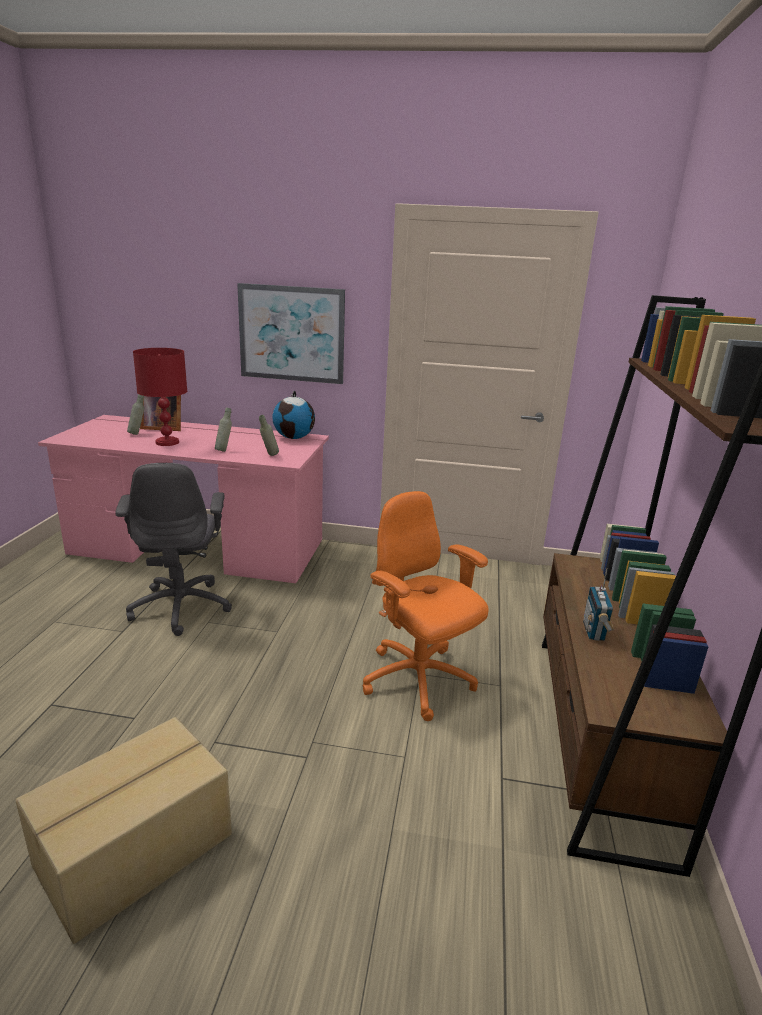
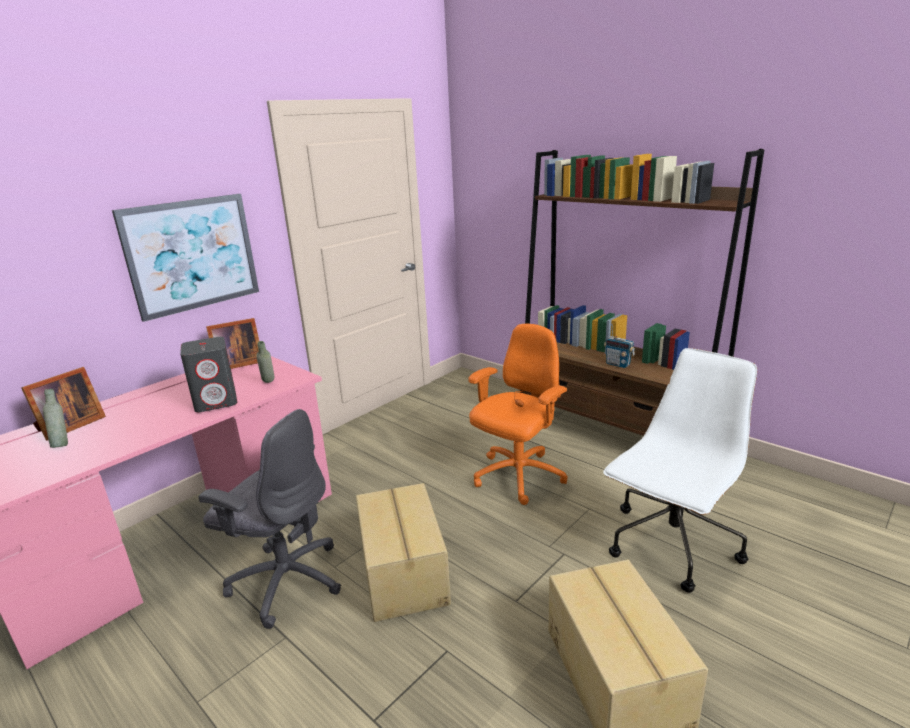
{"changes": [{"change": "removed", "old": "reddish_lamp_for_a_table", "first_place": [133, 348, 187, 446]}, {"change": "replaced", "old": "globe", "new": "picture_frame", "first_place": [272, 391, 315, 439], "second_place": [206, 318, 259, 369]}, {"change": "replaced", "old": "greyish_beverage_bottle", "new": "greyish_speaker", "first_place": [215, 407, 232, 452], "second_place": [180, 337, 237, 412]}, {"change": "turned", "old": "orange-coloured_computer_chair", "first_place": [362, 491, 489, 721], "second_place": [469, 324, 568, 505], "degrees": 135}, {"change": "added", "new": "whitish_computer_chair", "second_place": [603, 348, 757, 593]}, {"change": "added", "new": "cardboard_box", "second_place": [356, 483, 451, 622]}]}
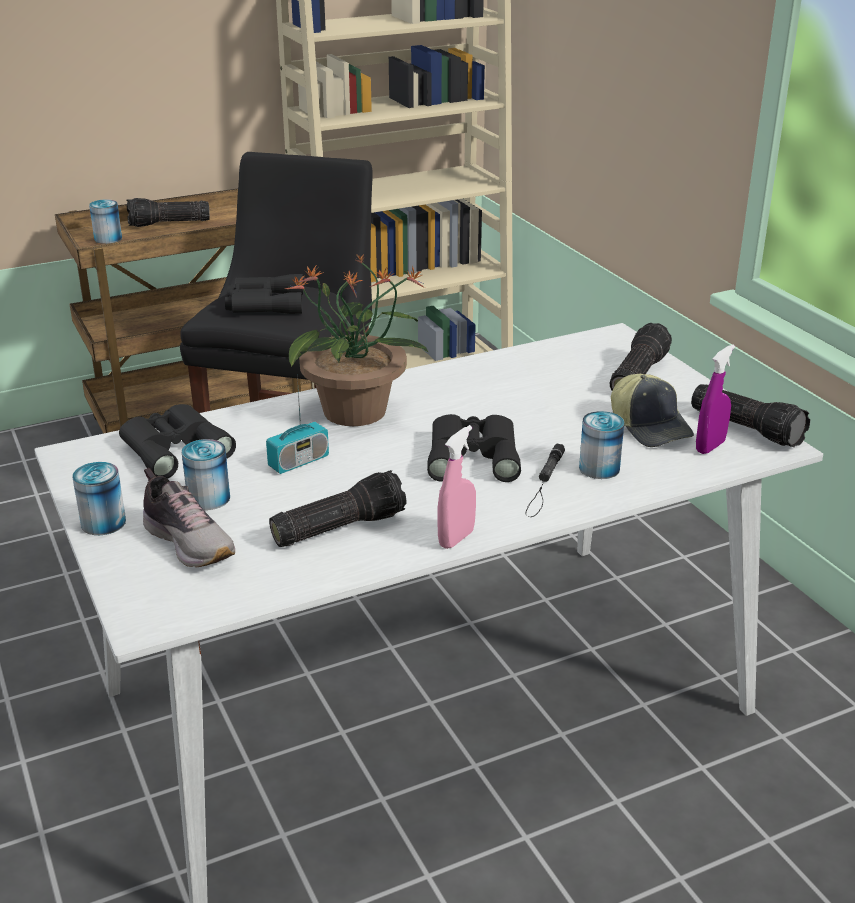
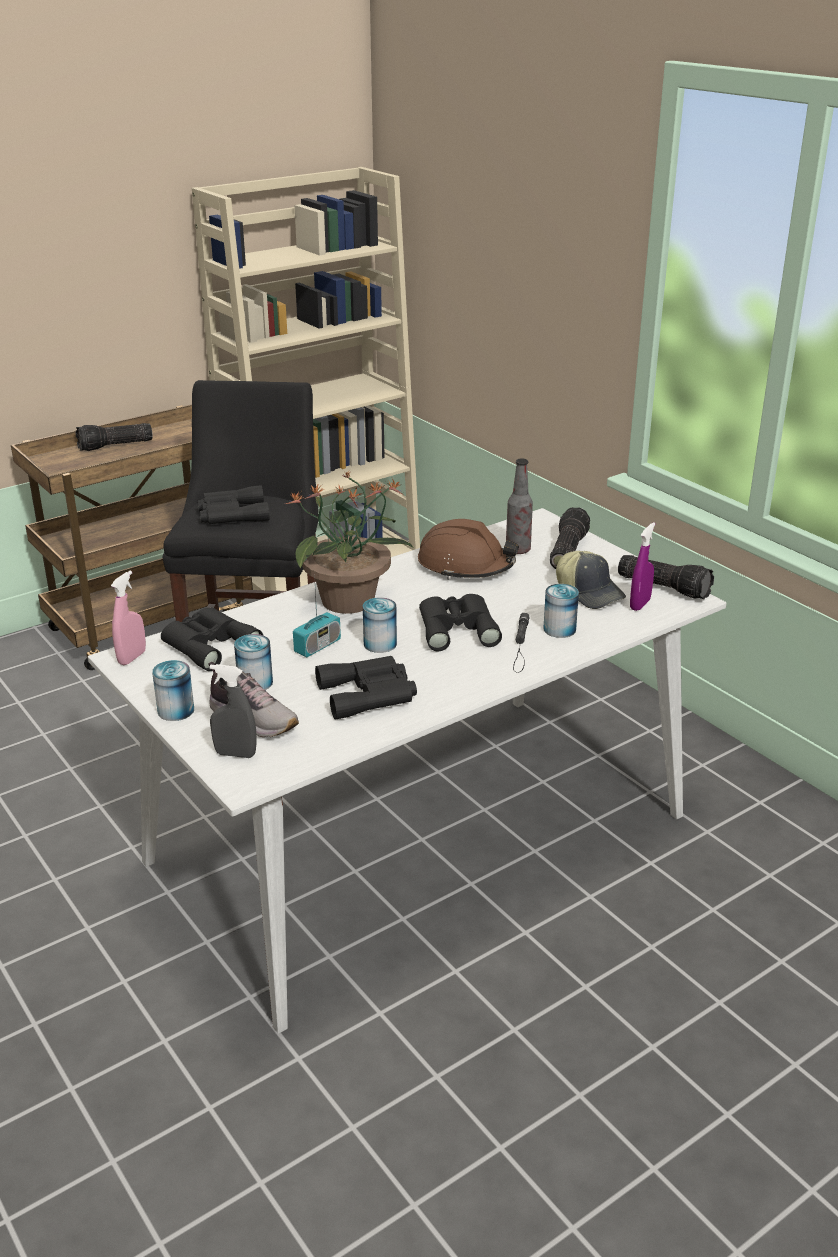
{"changes": [{"change": "moved", "old": "can", "first_place": [89, 199, 122, 244], "second_place": [363, 597, 397, 653]}, {"change": "moved", "old": "pink-coloured_spray_bottle", "first_place": [437, 425, 476, 549], "second_place": [111, 571, 146, 665]}, {"change": "replaced", "old": "hand_torch", "new": "black-coloured_field_glasses", "first_place": [269, 470, 407, 547], "second_place": [315, 656, 417, 720]}, {"change": "added", "new": "beverage_bottle", "second_place": [506, 459, 533, 554]}, {"change": "added", "new": "brown_hard_hat", "second_place": [418, 519, 519, 579]}, {"change": "added", "new": "greyish_spray_bottle", "second_place": [210, 664, 257, 758]}]}
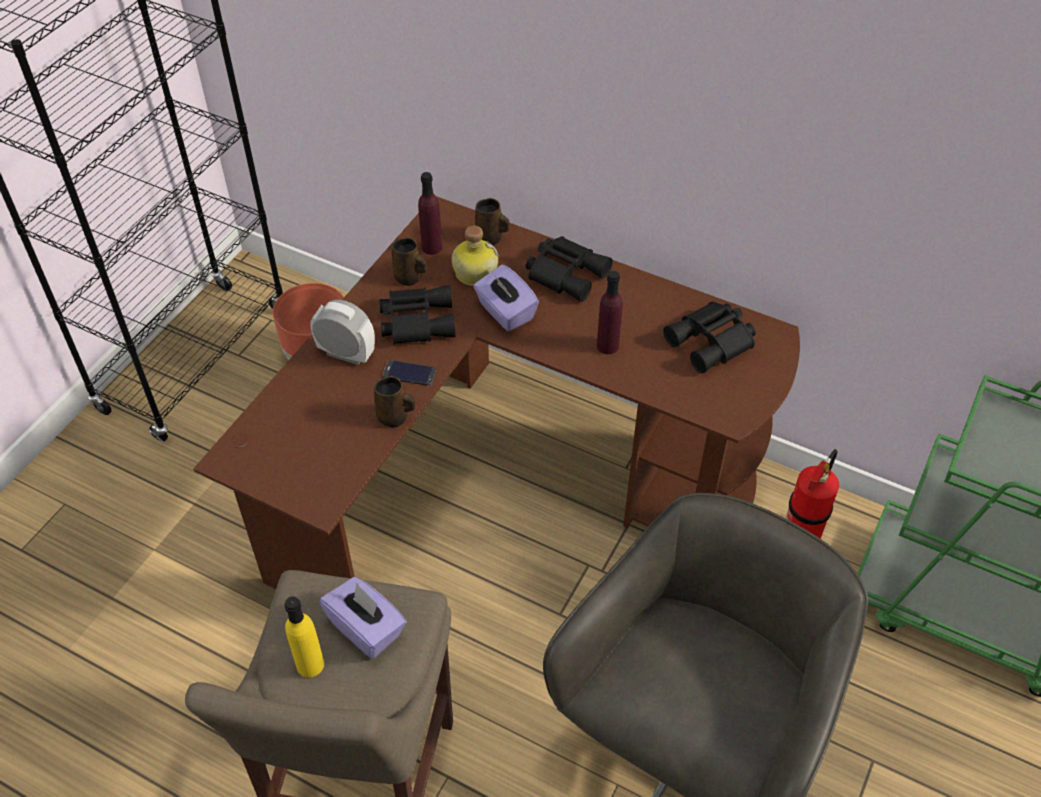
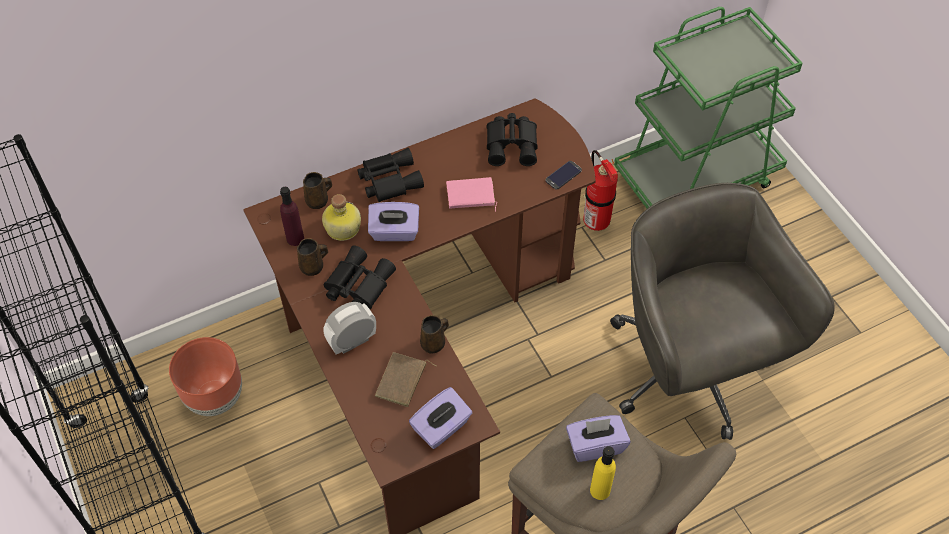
{"changes": [{"change": "replaced", "old": "purple_beverage_bottle", "new": "pink-coloured_volume", "first_place": [597, 271, 623, 354], "second_place": [446, 177, 497, 211]}, {"change": "moved", "old": "handset", "first_place": [383, 360, 436, 386], "second_place": [545, 161, 582, 190]}, {"change": "added", "new": "brown_volume", "second_place": [375, 352, 436, 407]}, {"change": "added", "new": "purple_tissue_box", "second_place": [409, 387, 472, 449]}]}
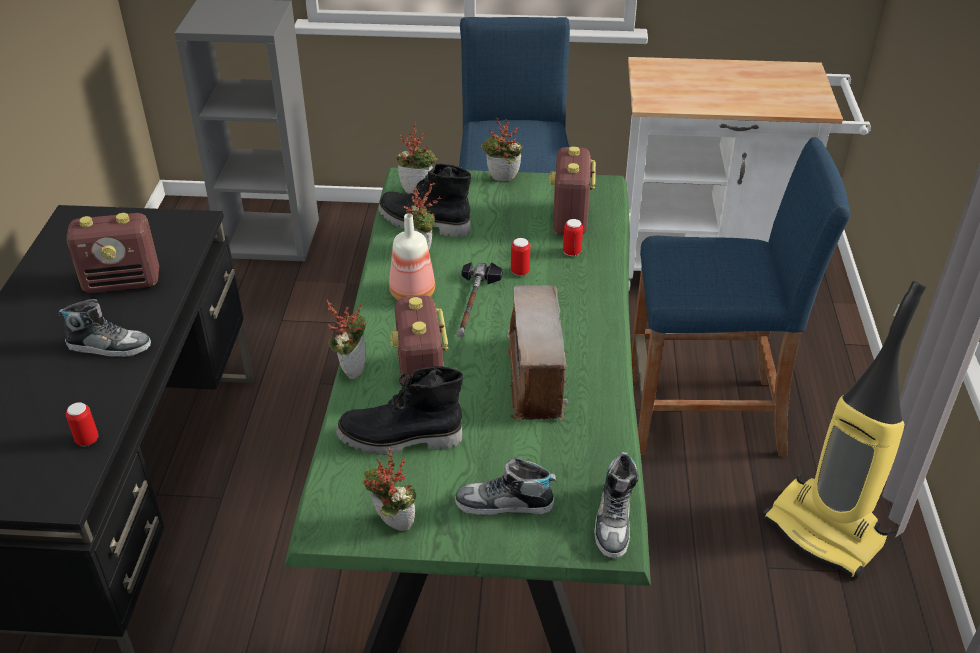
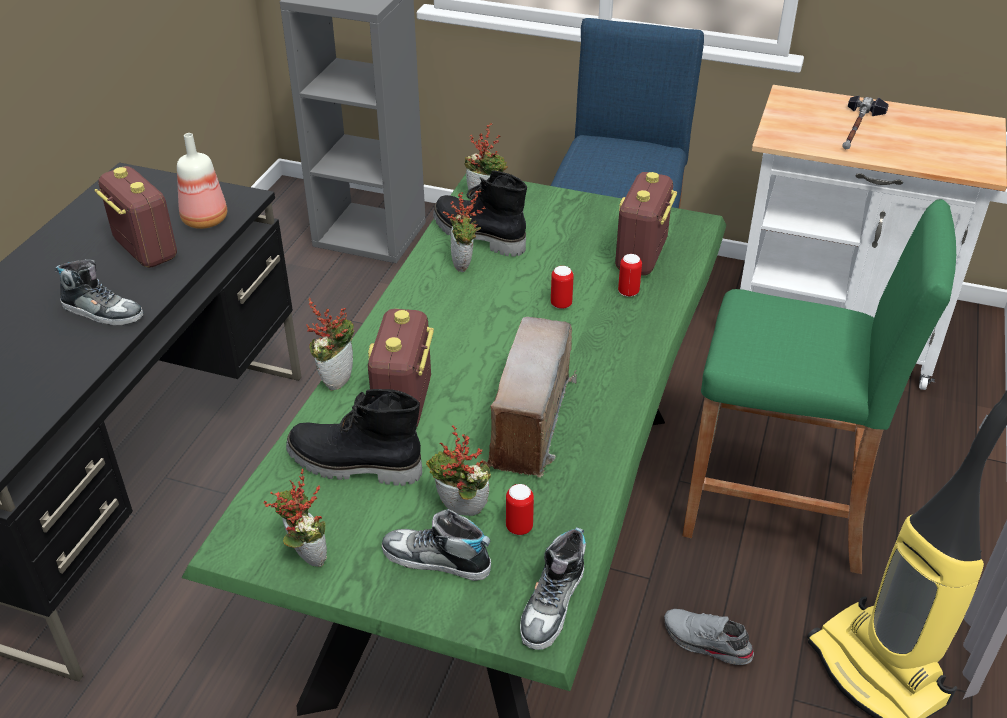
{"changes": [{"change": "moved", "old": "potted_plant", "first_place": [481, 117, 523, 181], "second_place": [426, 425, 491, 516]}, {"change": "recoloured", "old": "bluish_sitting_stool", "new": "greenish_sitting_stool", "first_place": [631, 137, 850, 456], "second_place": [682, 199, 956, 574]}, {"change": "turned", "old": "radio_set", "first_place": [66, 213, 159, 293], "second_place": [94, 166, 177, 268], "degrees": -135}, {"change": "moved", "old": "beverage_bottle", "first_place": [389, 214, 435, 300], "second_place": [177, 133, 227, 229]}, {"change": "moved", "old": "tool_hammer", "first_place": [456, 262, 503, 338], "second_place": [842, 95, 889, 149]}, {"change": "moved", "old": "can", "first_place": [66, 402, 98, 446], "second_place": [506, 484, 534, 535]}, {"change": "added", "new": "greyish_low_shoe", "second_place": [664, 609, 754, 665]}]}
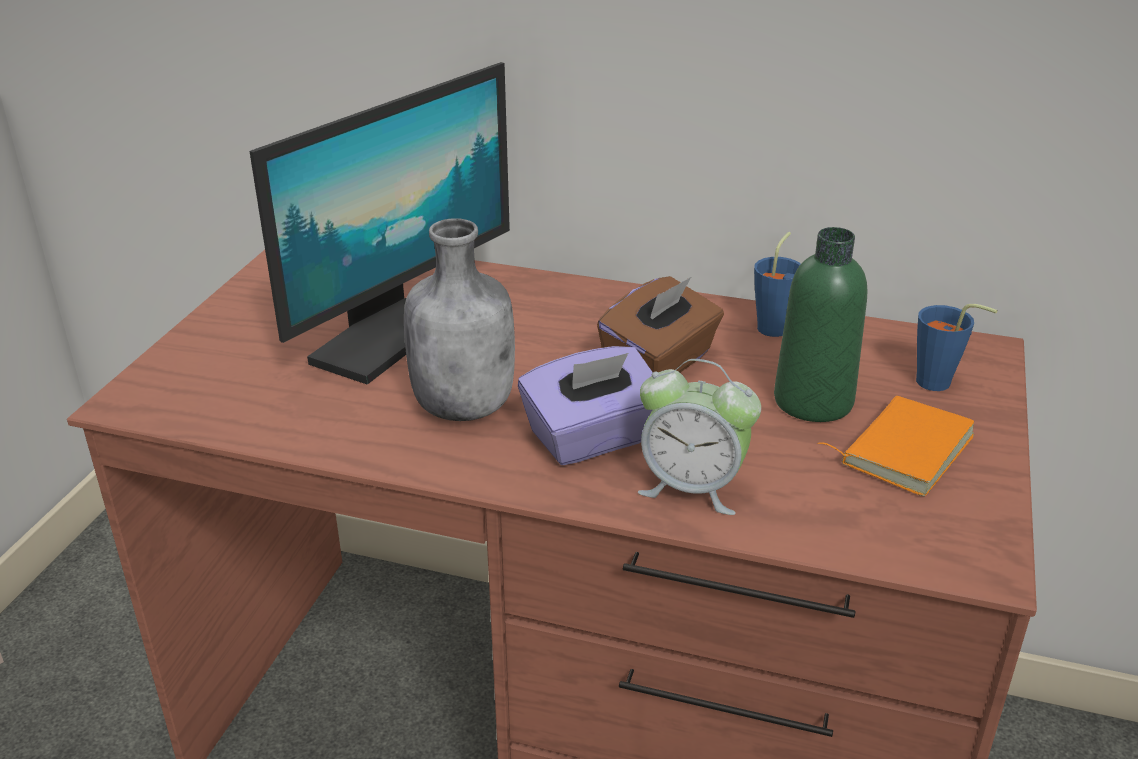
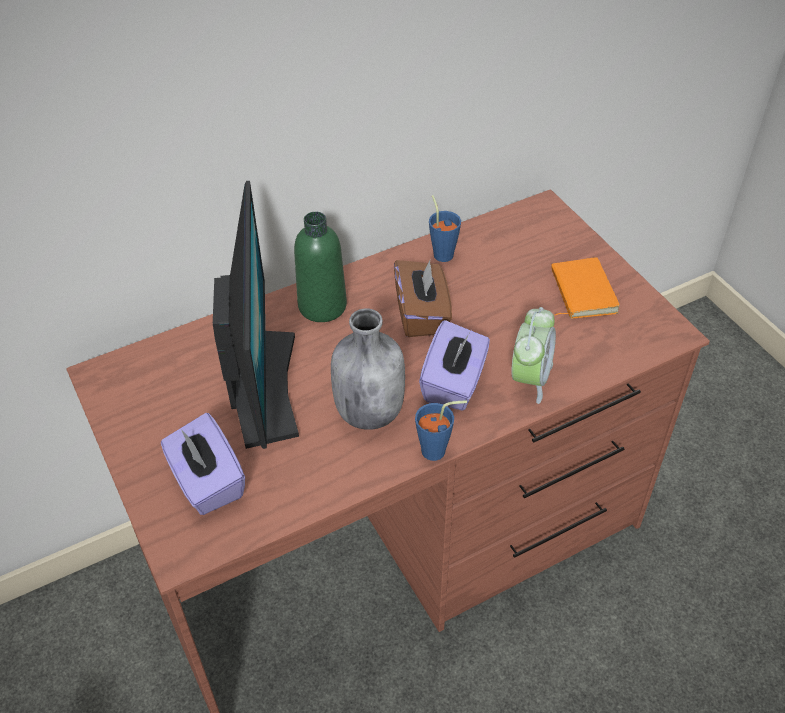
{"changes": [{"change": "moved", "old": "greenish_beverage_bottle", "first_place": [774, 227, 867, 422], "second_place": [294, 211, 347, 322]}, {"change": "moved", "old": "bluish_cup", "first_place": [916, 304, 998, 391], "second_place": [415, 400, 467, 461]}, {"change": "turned", "old": "table_clock", "first_place": [638, 359, 761, 515], "second_place": [512, 307, 556, 404], "degrees": -45}, {"change": "added", "new": "purple_tissue_box", "second_place": [161, 413, 245, 515]}]}
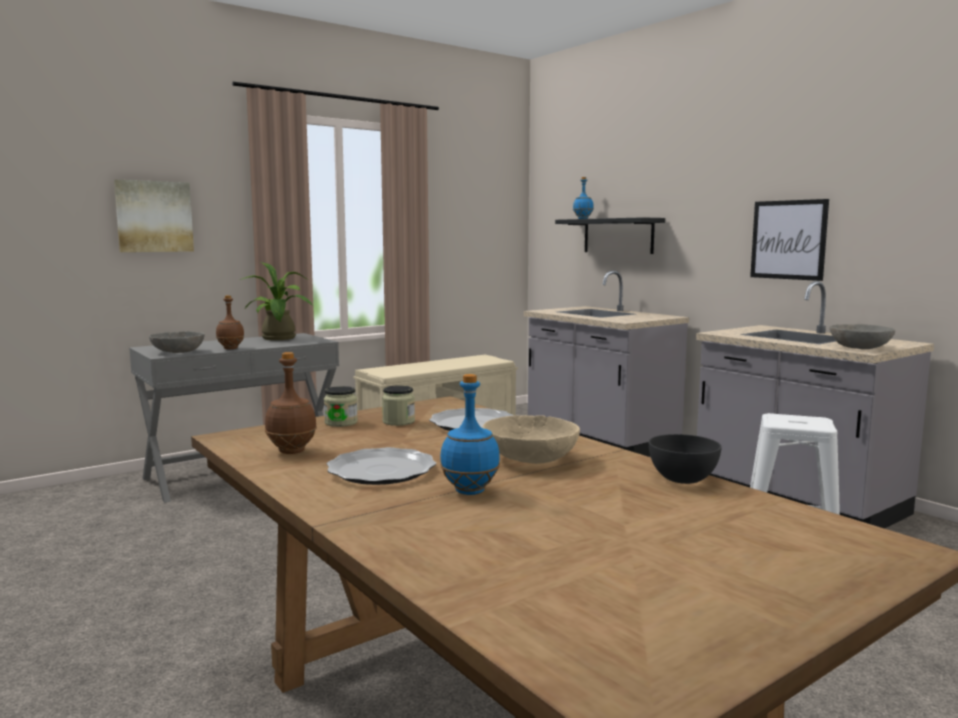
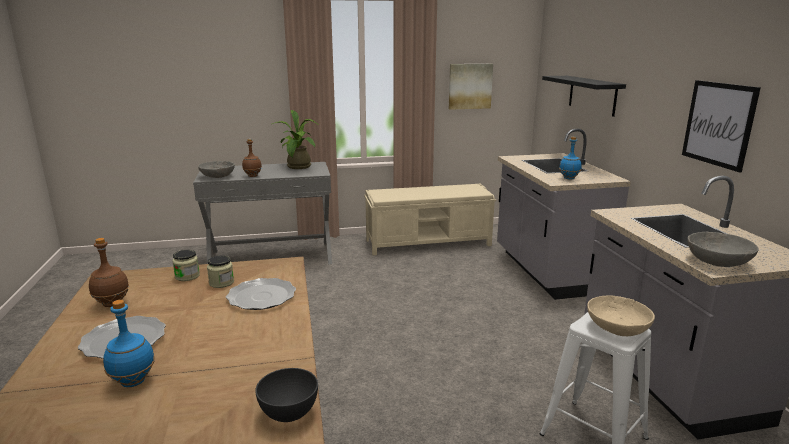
{"changes": [{"change": "moved", "old": "bluish_beverage_bottle", "first_place": [573, 177, 594, 219], "second_place": [559, 137, 582, 180]}, {"change": "moved", "old": "wall_art", "first_place": [114, 179, 194, 252], "second_place": [449, 64, 493, 110]}, {"change": "moved", "old": "beige_serving_bowl", "first_place": [483, 415, 580, 464], "second_place": [587, 295, 655, 336]}]}
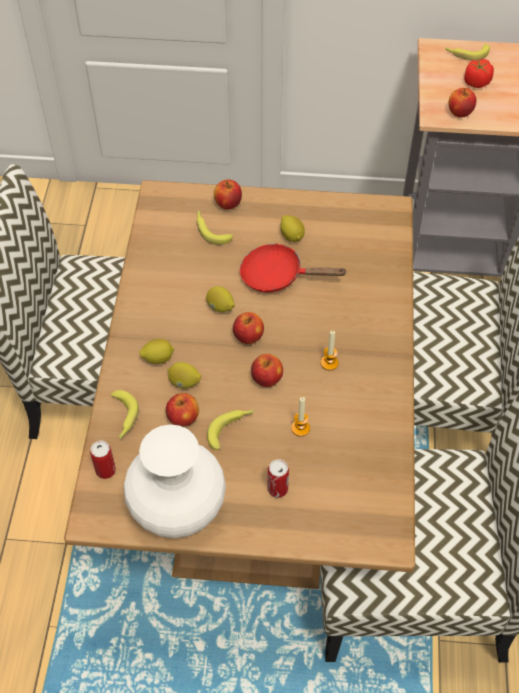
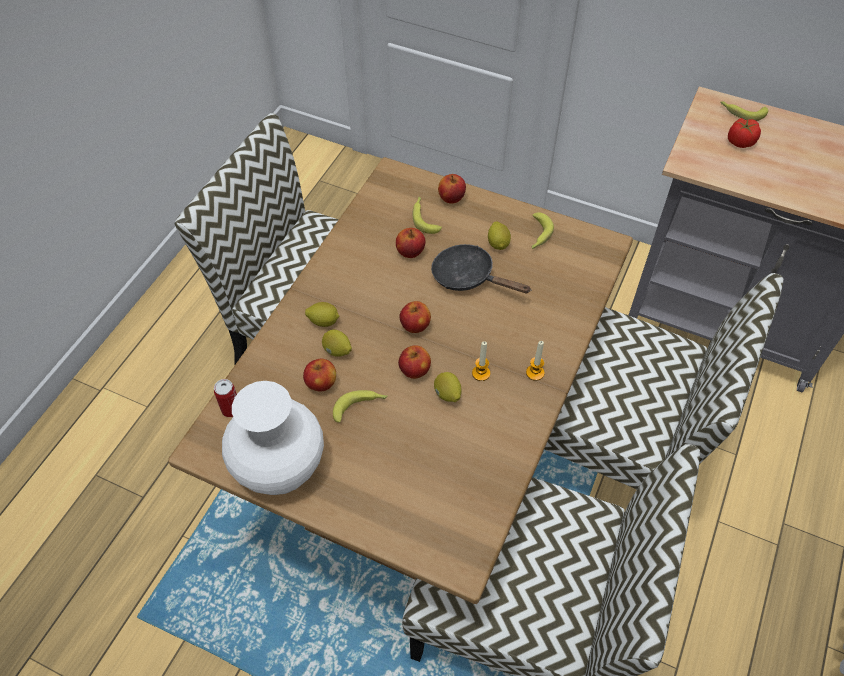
{"changes": [{"change": "moved", "old": "whole_apple", "first_place": [448, 88, 476, 117], "second_place": [396, 228, 425, 258]}, {"change": "recoloured", "old": "reddish_pan", "new": "black-coloured_pan", "first_place": [240, 243, 347, 293], "second_place": [431, 244, 530, 293]}, {"change": "moved", "old": "citrus_fruit", "first_place": [206, 286, 235, 312], "second_place": [434, 372, 461, 402]}, {"change": "moved", "old": "whole_banana", "first_place": [111, 390, 139, 440], "second_place": [532, 212, 554, 249]}, {"change": "moved", "old": "wax_light", "first_place": [291, 397, 310, 436], "second_place": [526, 341, 545, 381]}, {"change": "removed", "old": "can", "first_place": [268, 459, 289, 498]}]}
